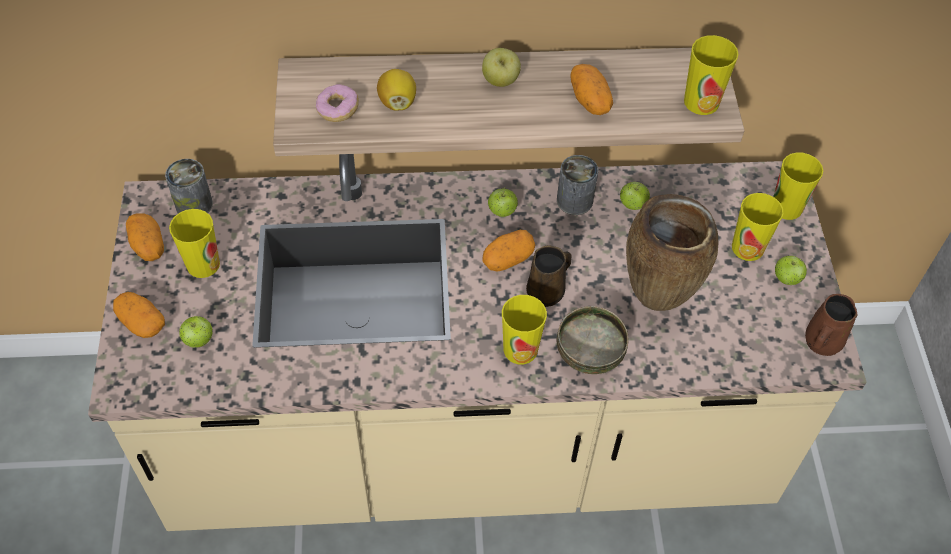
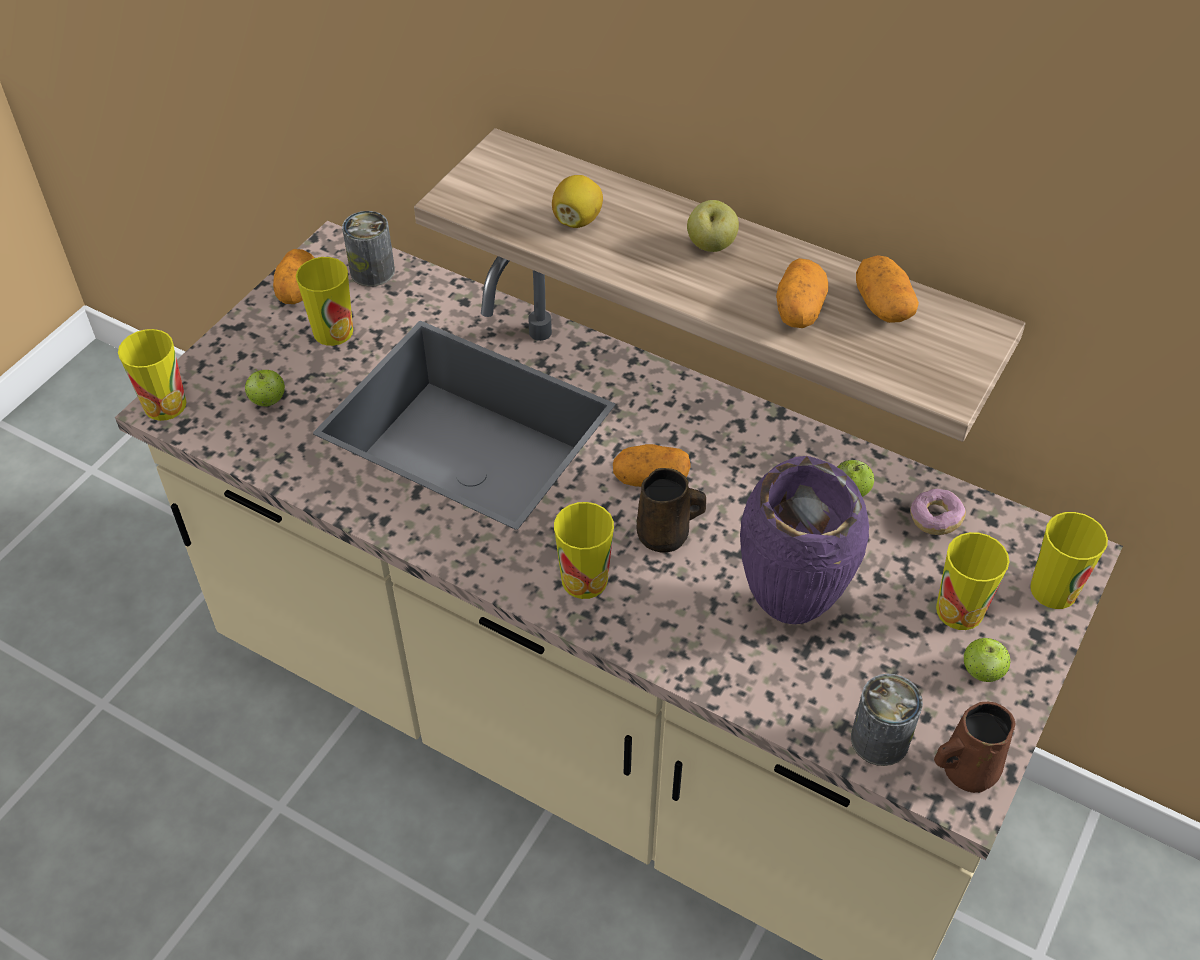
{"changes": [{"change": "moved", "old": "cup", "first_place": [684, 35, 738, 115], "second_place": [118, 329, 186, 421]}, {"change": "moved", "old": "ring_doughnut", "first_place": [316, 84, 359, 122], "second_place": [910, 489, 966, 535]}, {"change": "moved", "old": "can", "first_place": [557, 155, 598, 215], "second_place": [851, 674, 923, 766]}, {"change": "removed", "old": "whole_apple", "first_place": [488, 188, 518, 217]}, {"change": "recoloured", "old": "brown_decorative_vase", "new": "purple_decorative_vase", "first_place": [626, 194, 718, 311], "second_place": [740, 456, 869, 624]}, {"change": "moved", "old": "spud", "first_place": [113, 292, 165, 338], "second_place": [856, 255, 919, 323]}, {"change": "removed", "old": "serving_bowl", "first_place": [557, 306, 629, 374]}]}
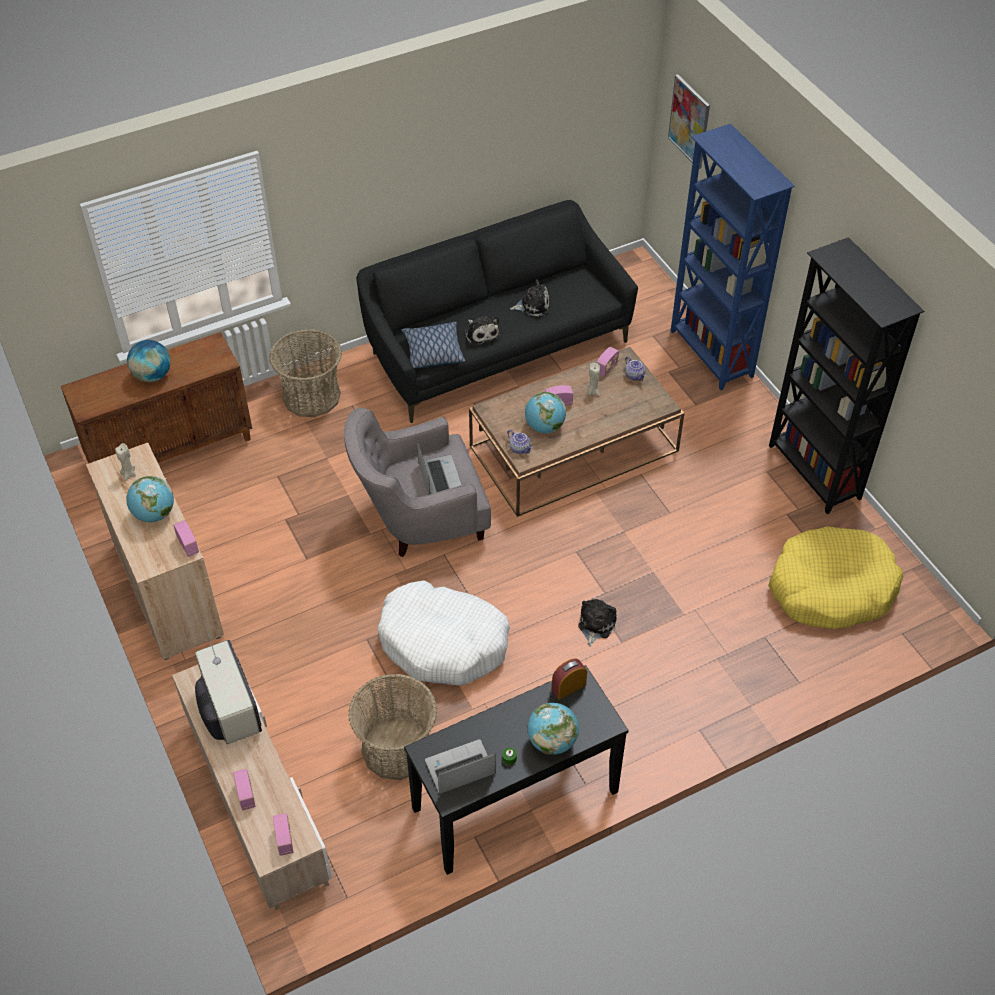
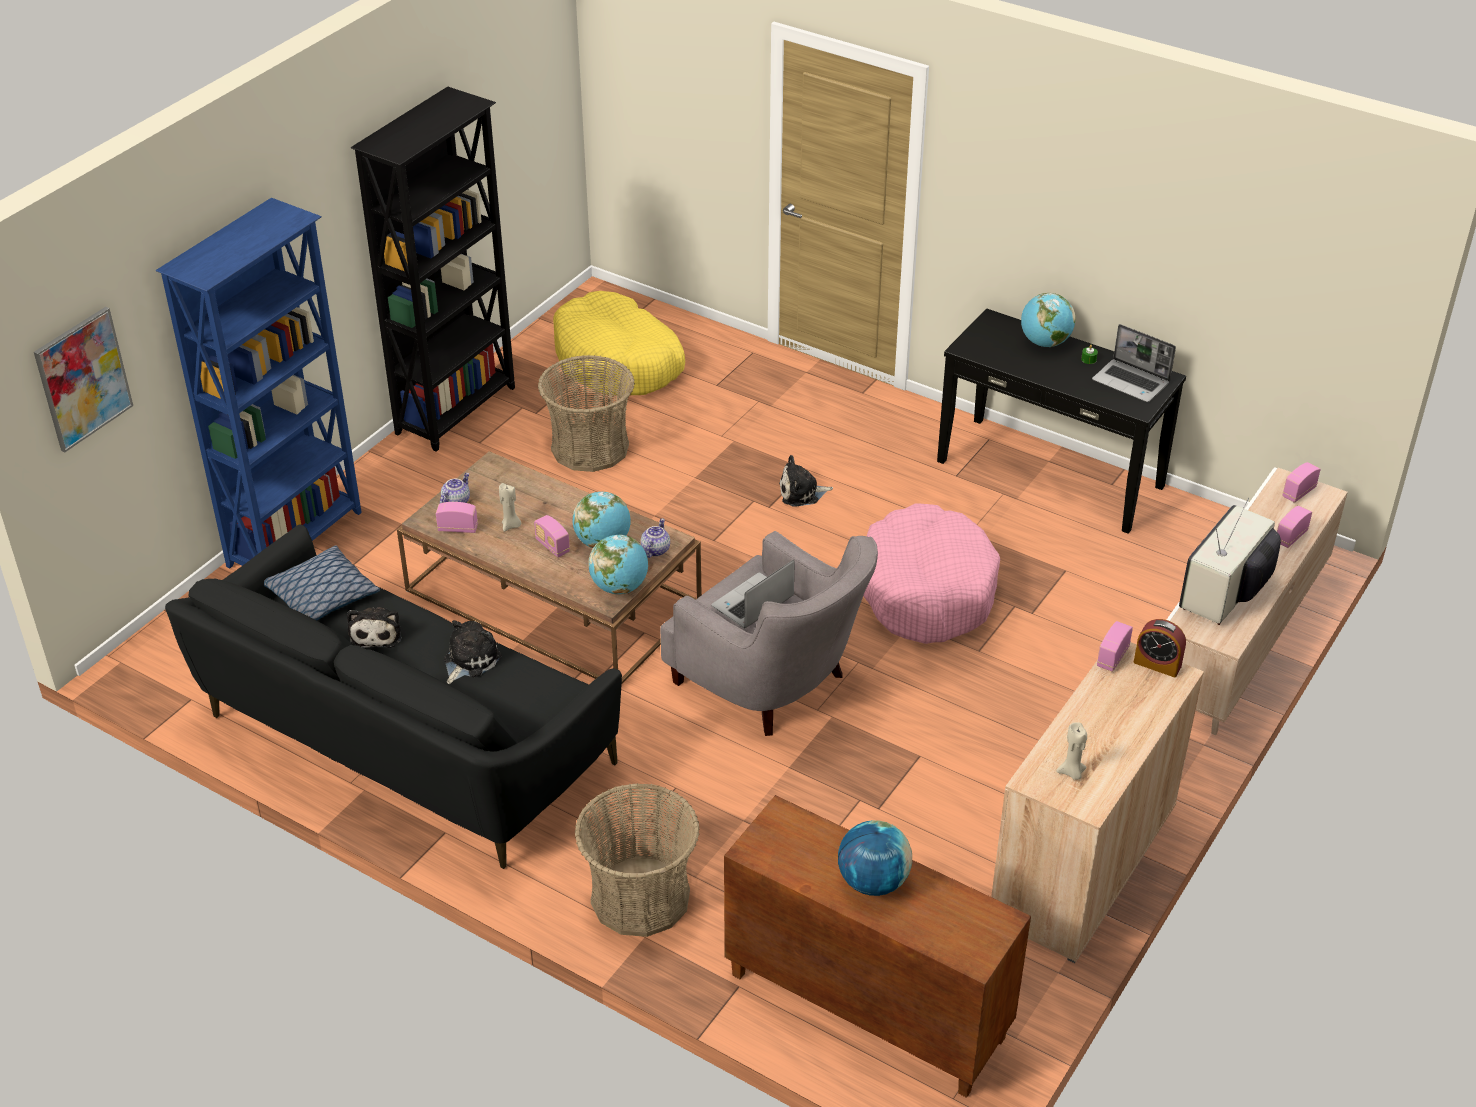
{"changes": [{"change": "turned", "old": "plush_toy", "first_place": [510, 279, 549, 317], "second_place": [347, 607, 401, 648], "degrees": -150}, {"change": "moved", "old": "cushion", "first_place": [401, 322, 465, 369], "second_place": [264, 545, 380, 620]}, {"change": "moved", "old": "globe", "first_place": [126, 476, 174, 522], "second_place": [588, 535, 648, 594]}, {"change": "recoloured", "old": "whitish_dog_cushion", "new": "pink-coloured_dog_cushion", "first_place": [377, 580, 510, 685], "second_place": [863, 503, 1000, 644]}, {"change": "moved", "old": "table_clock", "first_place": [552, 659, 587, 700], "second_place": [1134, 619, 1186, 677]}, {"change": "moved", "old": "household_basket", "first_place": [348, 674, 437, 780], "second_place": [538, 355, 635, 472]}]}
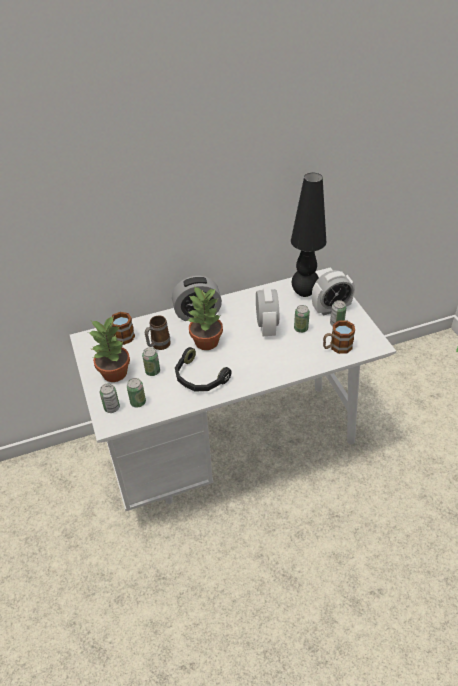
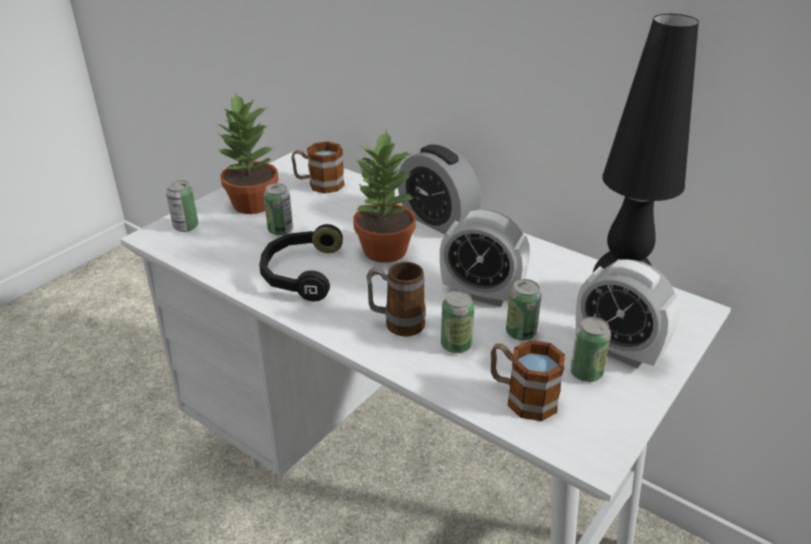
{"changes": [{"change": "turned", "old": "table_clock", "first_place": [256, 287, 279, 336], "second_place": [440, 210, 530, 307], "degrees": 60}, {"change": "moved", "old": "mug", "first_place": [145, 315, 171, 350], "second_place": [366, 262, 426, 337]}, {"change": "moved", "old": "can", "first_place": [127, 378, 146, 408], "second_place": [441, 291, 475, 353]}]}
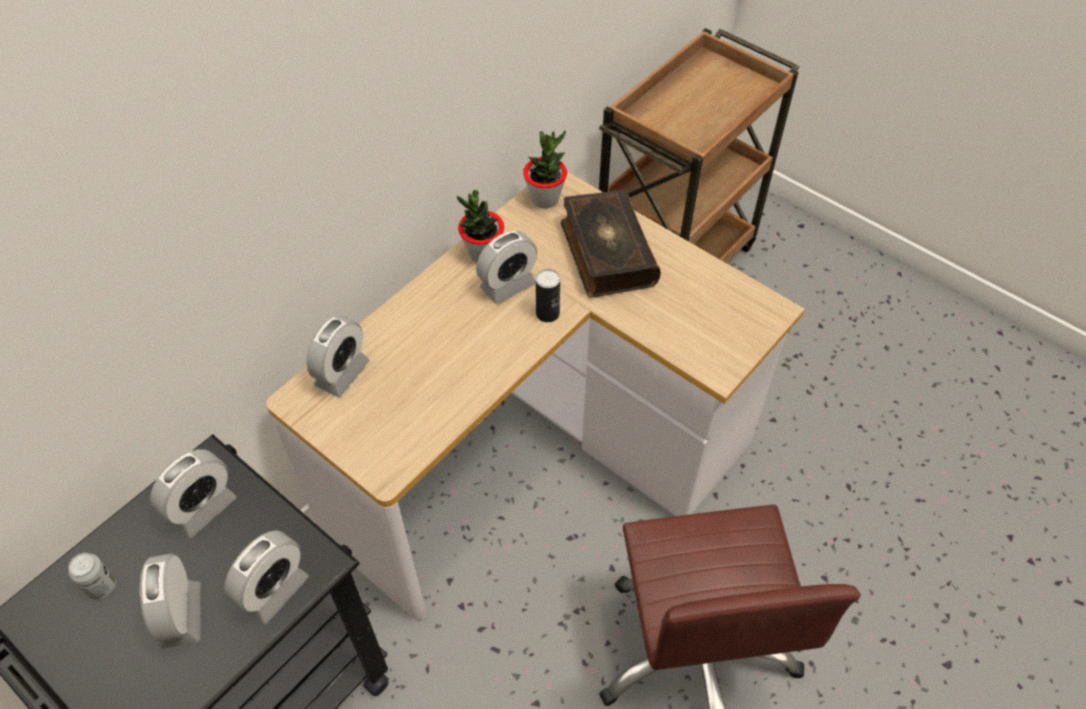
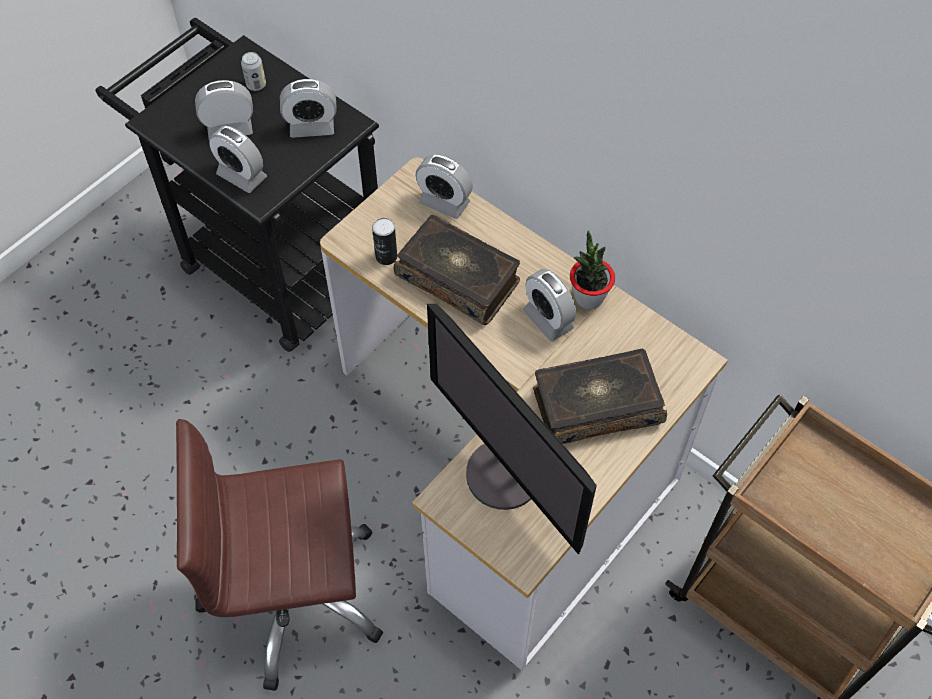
{"changes": [{"change": "removed", "old": "potted_plant", "first_place": [523, 131, 567, 208]}, {"change": "moved", "old": "can", "first_place": [536, 269, 560, 322], "second_place": [372, 218, 397, 265]}, {"change": "turned", "old": "table_clock", "first_place": [150, 449, 237, 538], "second_place": [280, 79, 337, 138], "degrees": -45}, {"change": "added", "new": "volume", "second_place": [394, 215, 520, 325]}, {"change": "added", "new": "monitor", "second_place": [427, 304, 597, 555]}]}
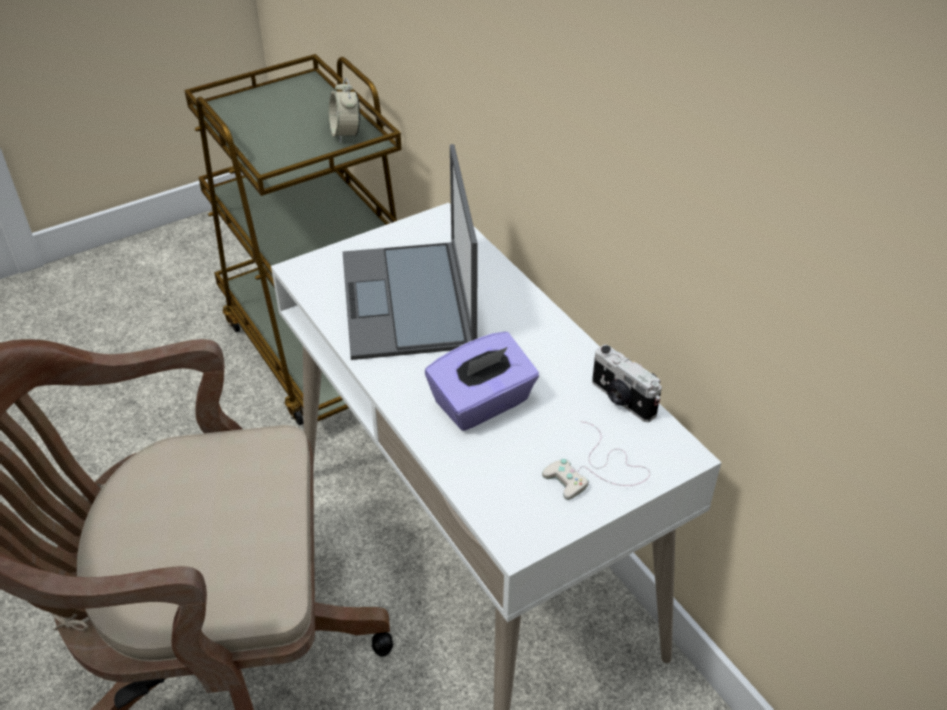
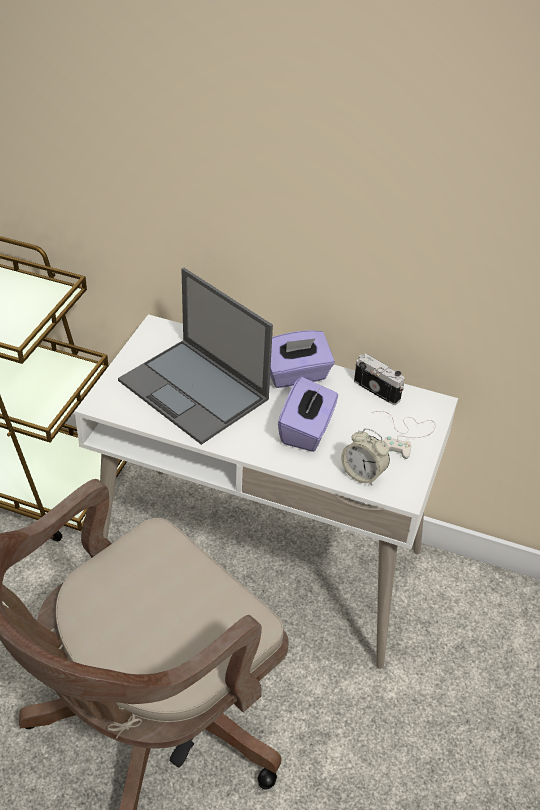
{"changes": [{"change": "moved", "old": "table_clock", "first_place": [329, 78, 360, 143], "second_place": [341, 428, 390, 486]}, {"change": "turned", "old": "still_camera", "first_place": [592, 344, 662, 422], "second_place": [354, 354, 405, 405], "degrees": -150}, {"change": "added", "new": "purple_tissue_box", "second_place": [270, 330, 335, 388]}]}
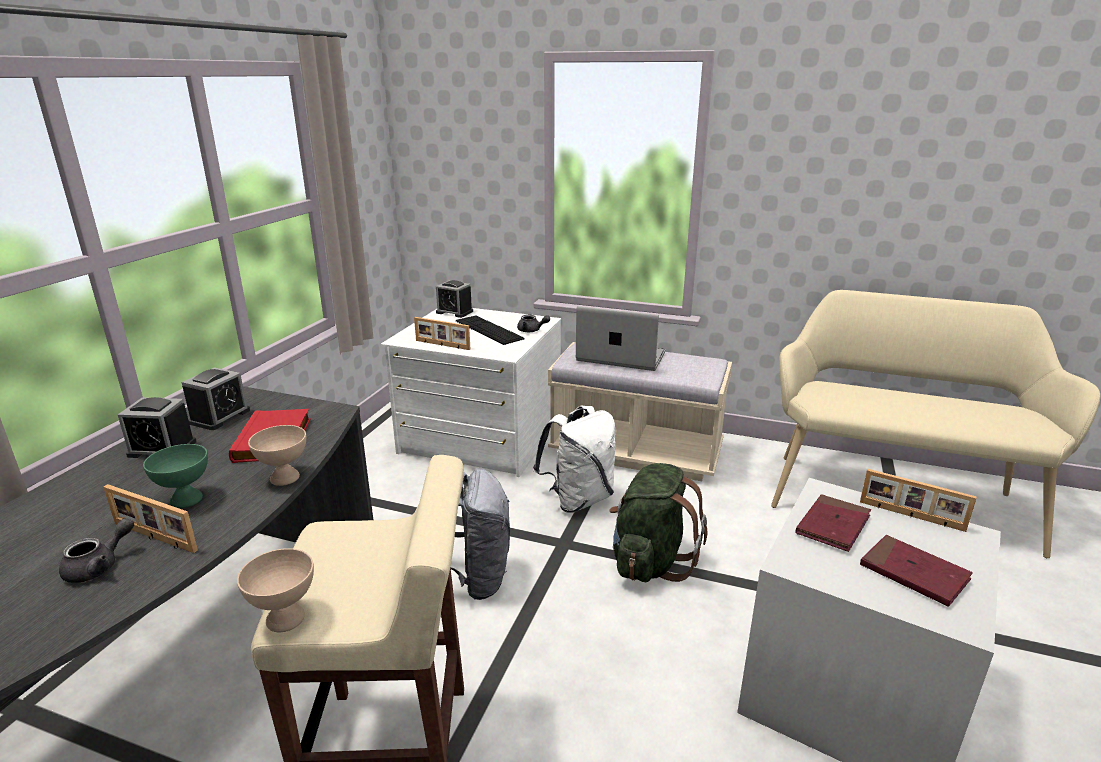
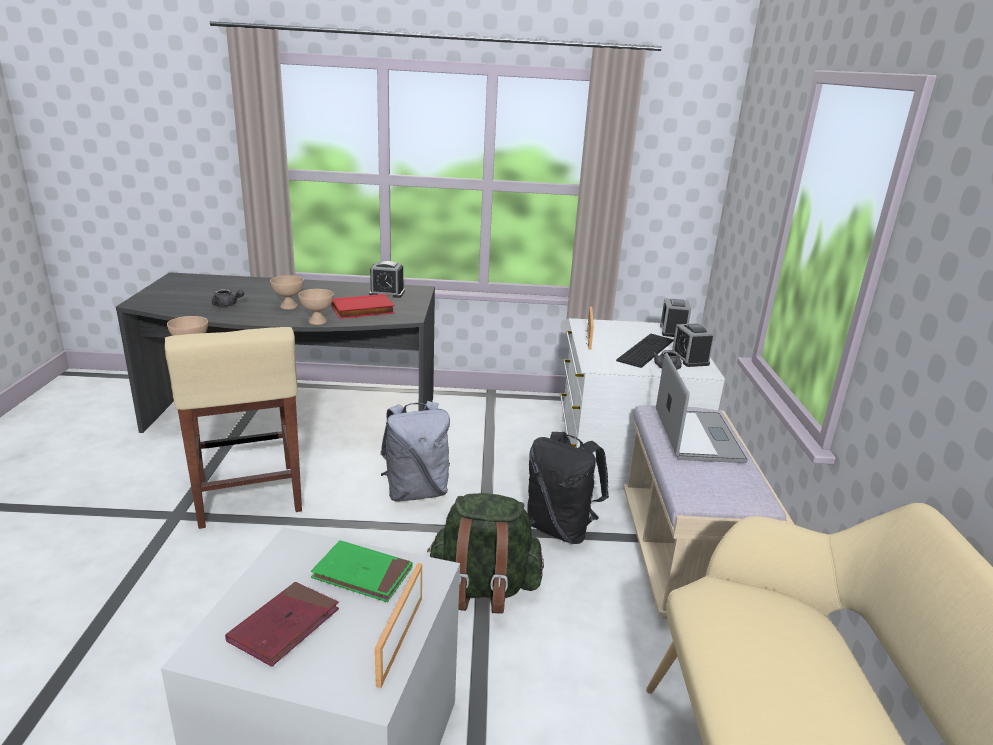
{"changes": [{"change": "moved", "old": "table_clock", "first_place": [118, 397, 196, 458], "second_place": [672, 323, 715, 367]}, {"change": "recoloured", "old": "whitish_rucksack", "new": "black-coloured_rucksack", "first_place": [533, 406, 616, 513], "second_place": [527, 432, 609, 544]}, {"change": "recoloured", "old": "greenish_serving_bowl", "new": "beige_serving_bowl", "first_place": [143, 444, 208, 508], "second_place": [270, 275, 304, 310]}, {"change": "removed", "old": "picture_frame", "first_place": [103, 484, 198, 553]}, {"change": "recoloured", "old": "reddish_volume", "new": "greenish_volume", "first_place": [795, 494, 871, 552], "second_place": [311, 540, 412, 602]}]}
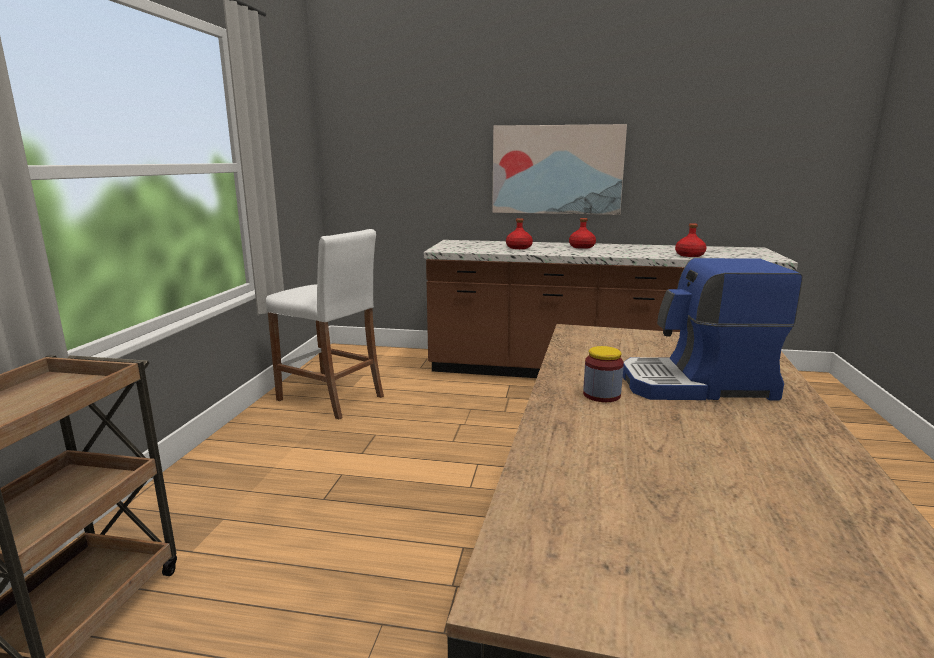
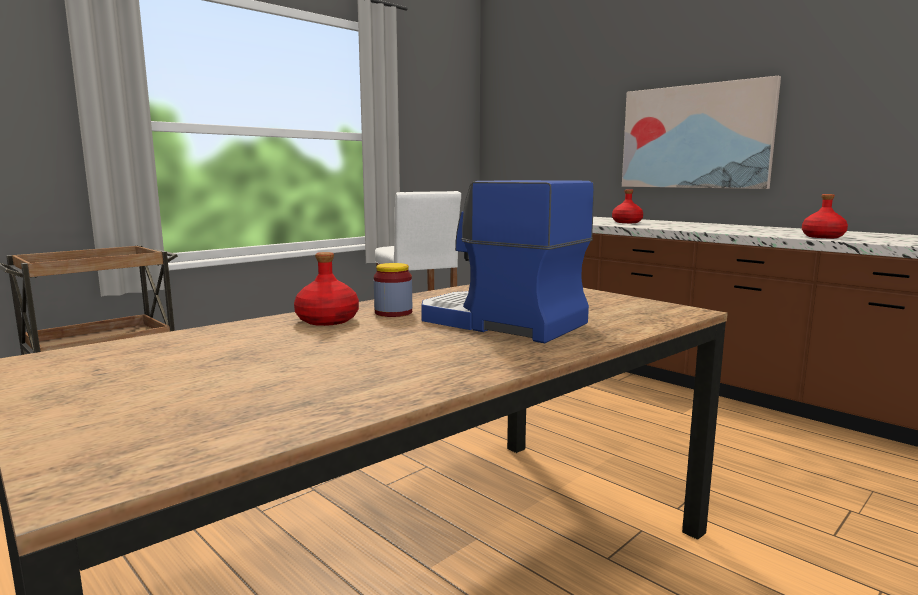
{"changes": [{"change": "moved", "old": "reddish_beverage_bottle", "first_place": [569, 218, 596, 249], "second_place": [294, 252, 359, 326]}]}
